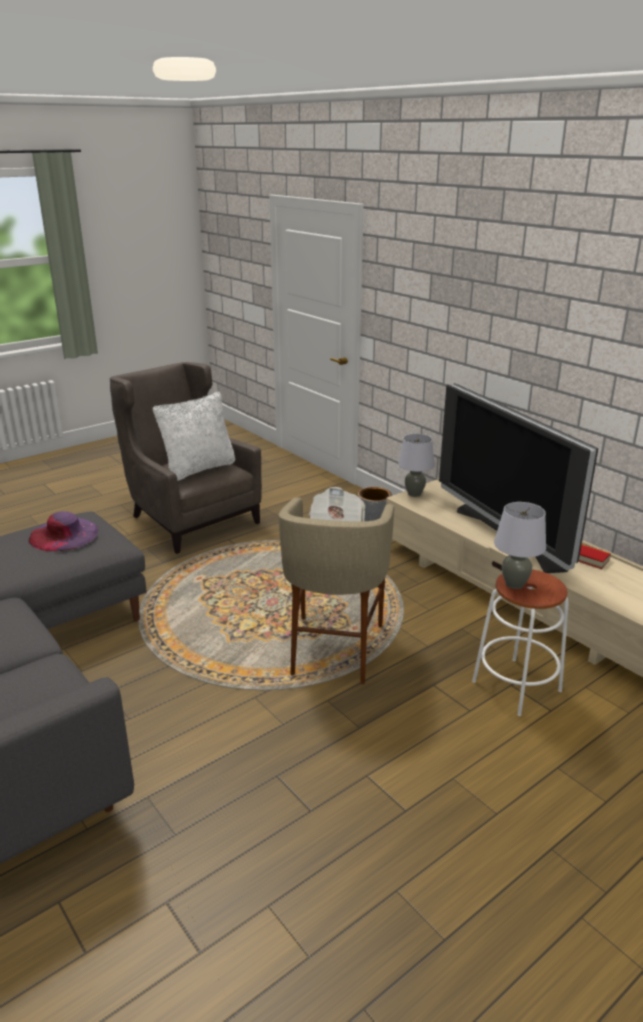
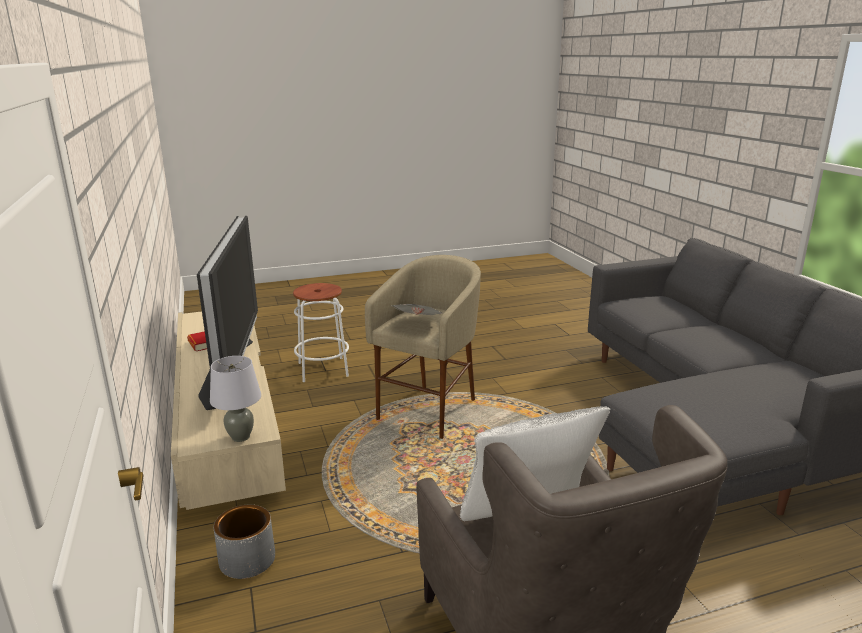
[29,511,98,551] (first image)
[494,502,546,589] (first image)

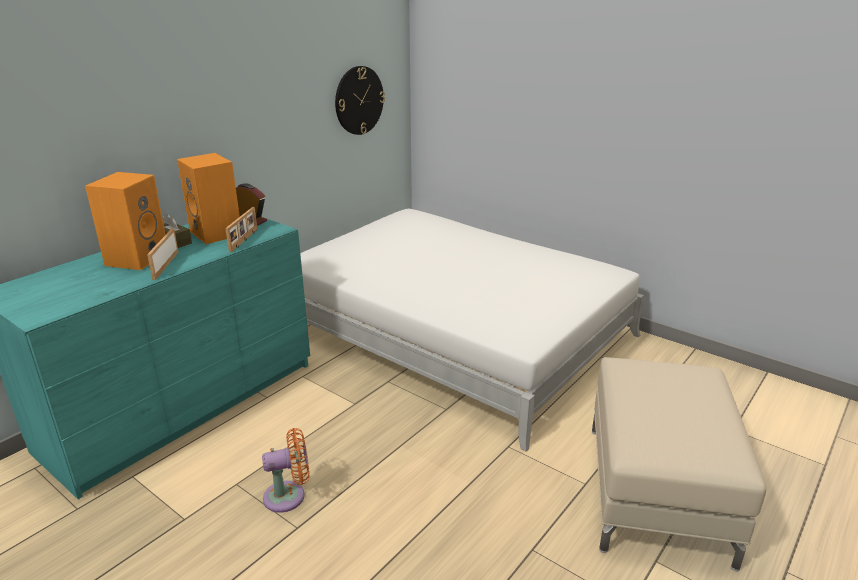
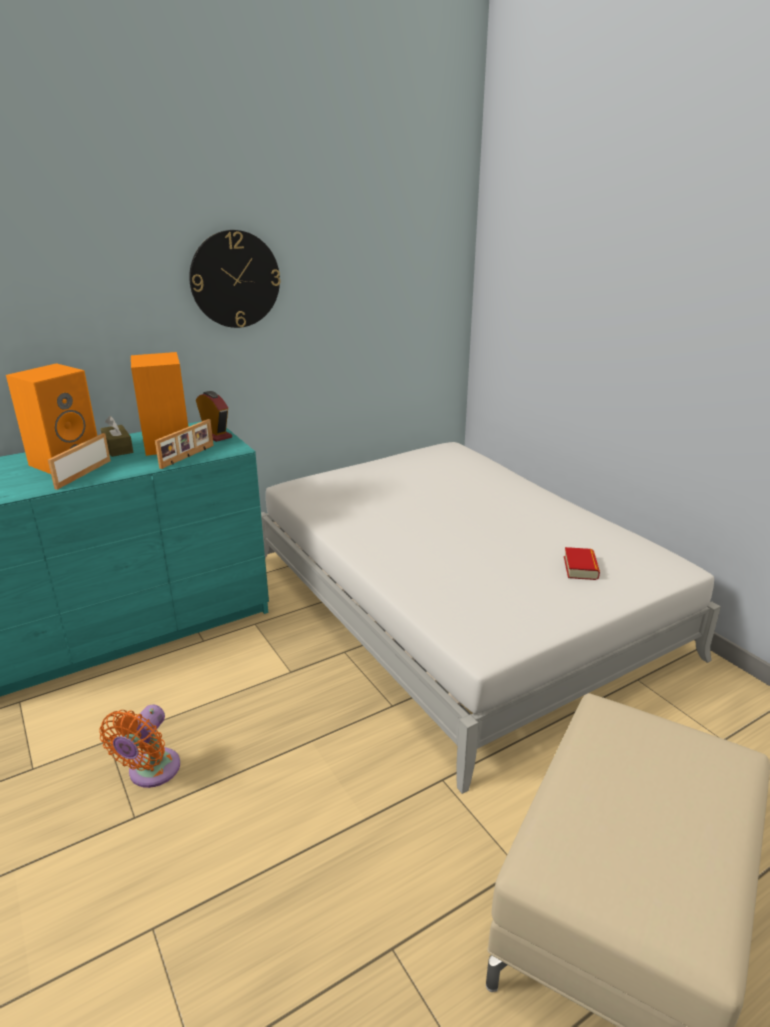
[564,547,600,580]
[189,230,281,328]
[99,704,180,788]

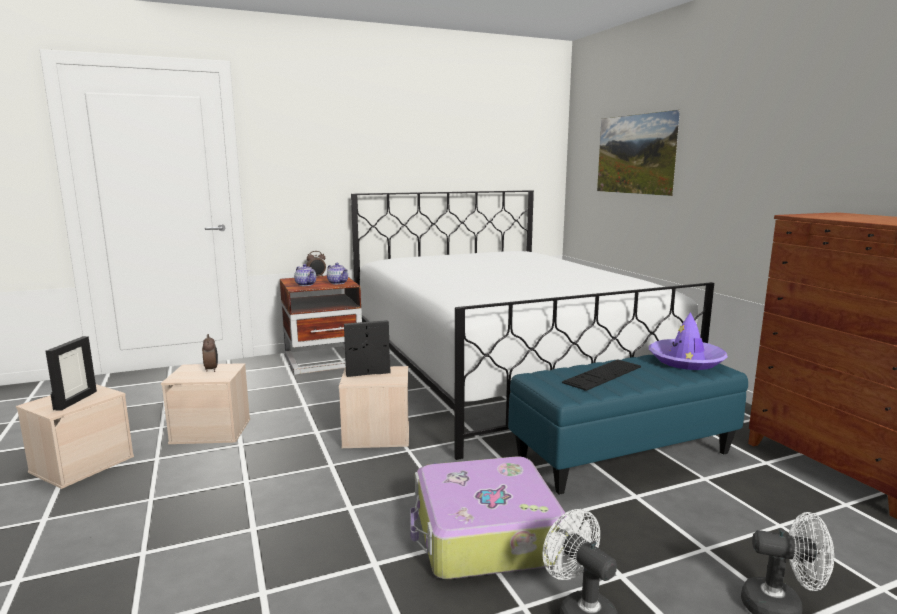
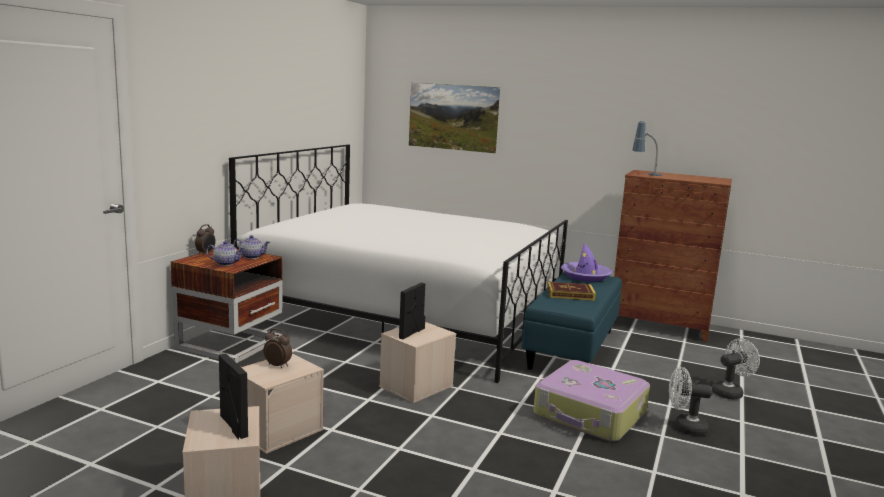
[632,121,662,176]
[547,282,596,301]

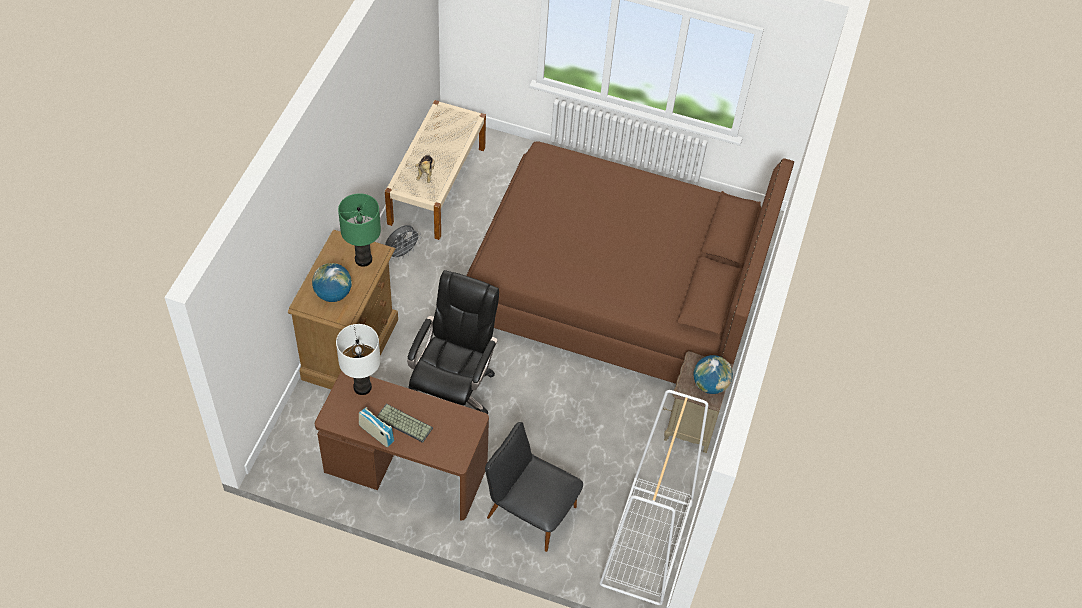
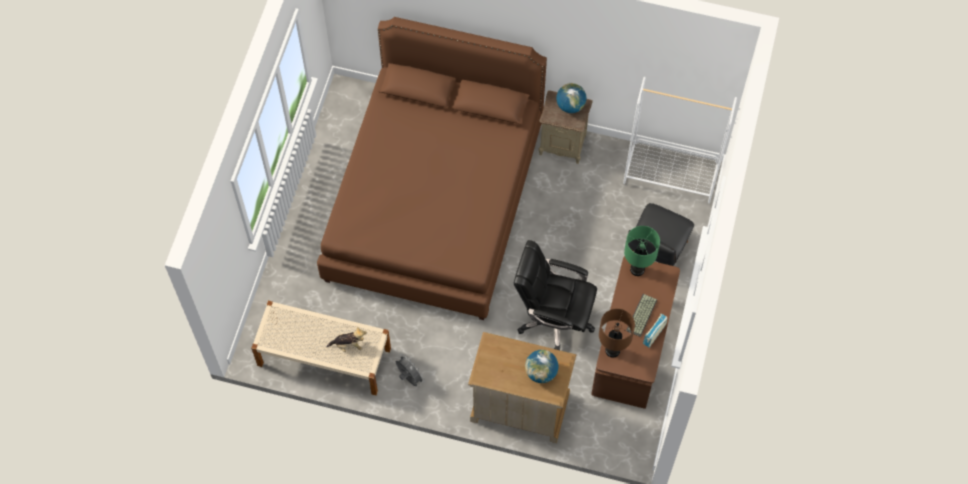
[624,226,660,276]
[599,308,635,358]

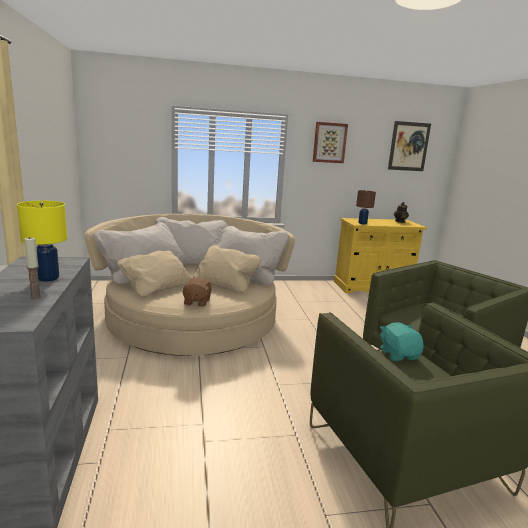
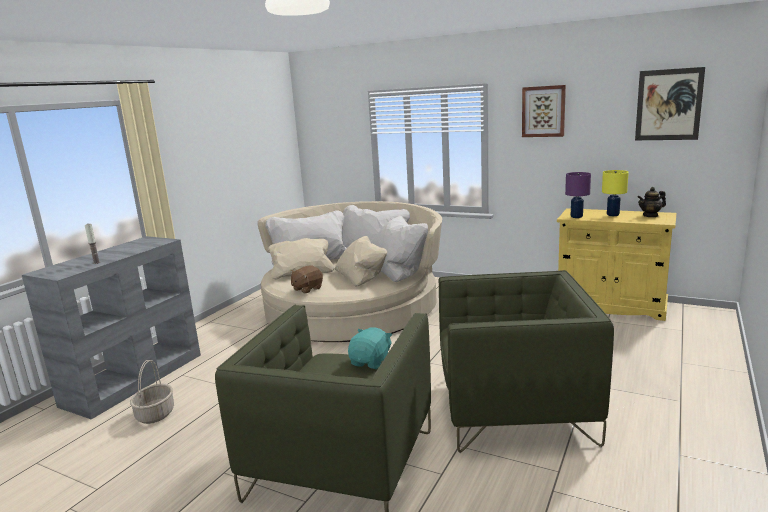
[130,360,174,424]
[602,170,629,216]
[565,172,591,218]

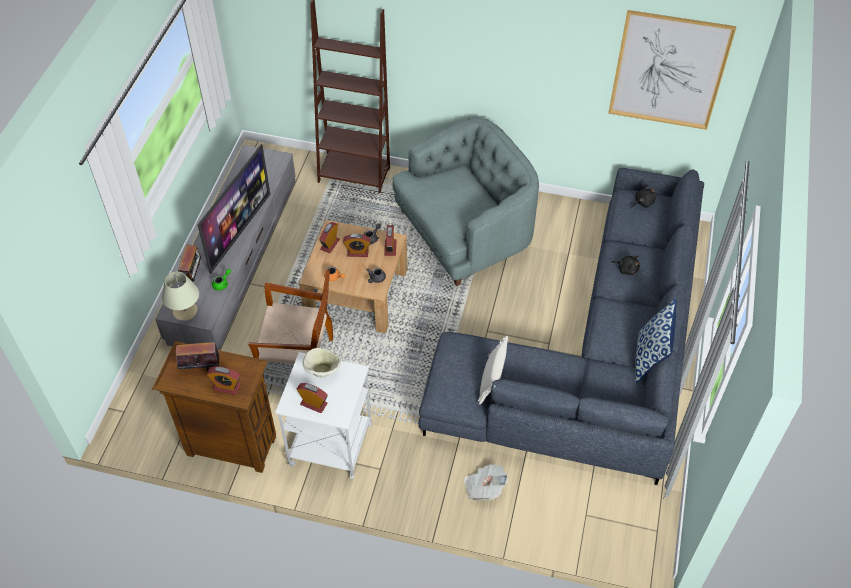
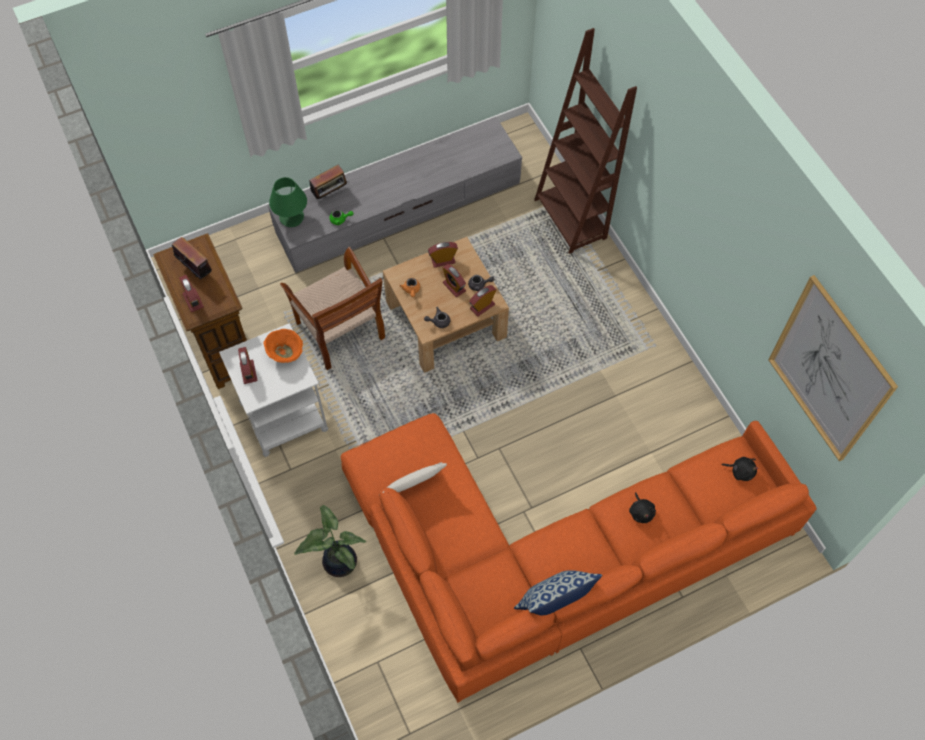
[197,144,270,274] (first image)
[392,118,539,286] (first image)
[294,505,366,577]
[269,177,307,227]
[264,329,303,363]
[341,413,817,703]

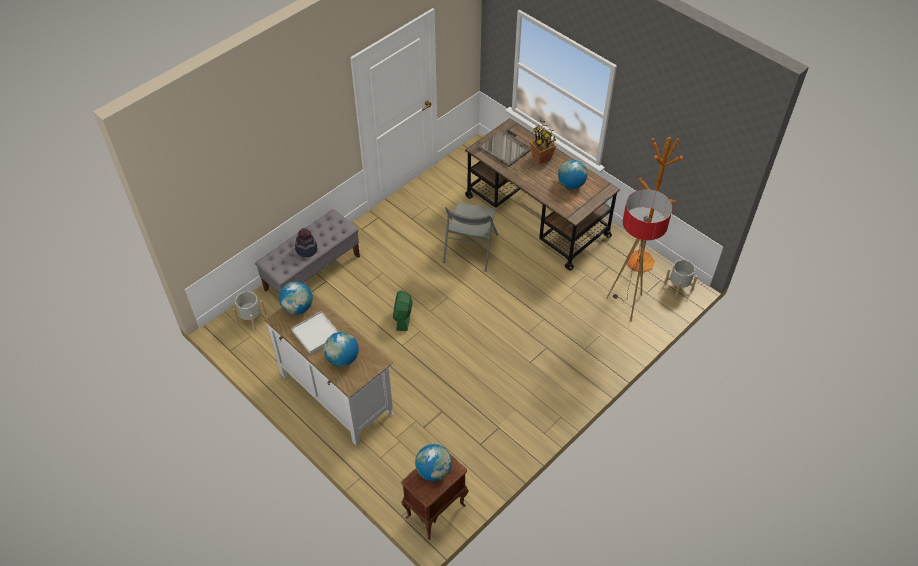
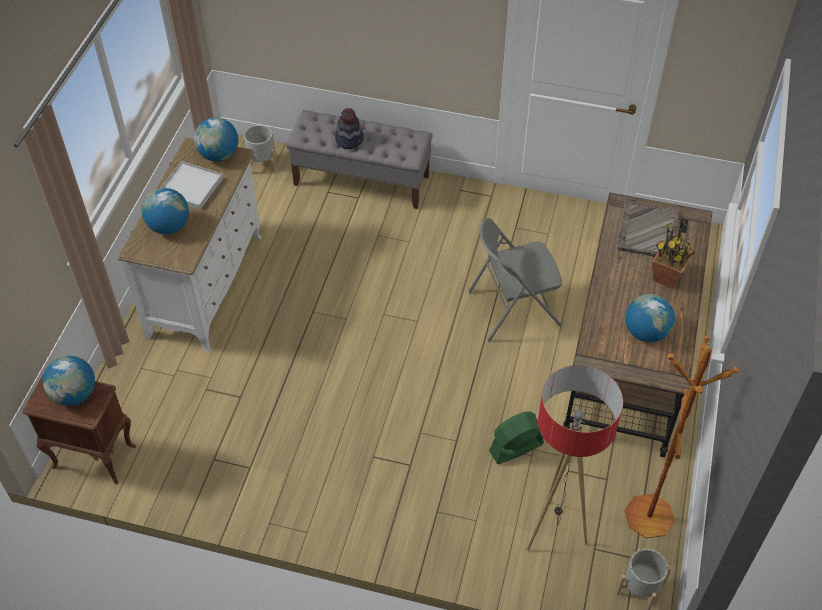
[489,411,544,464]

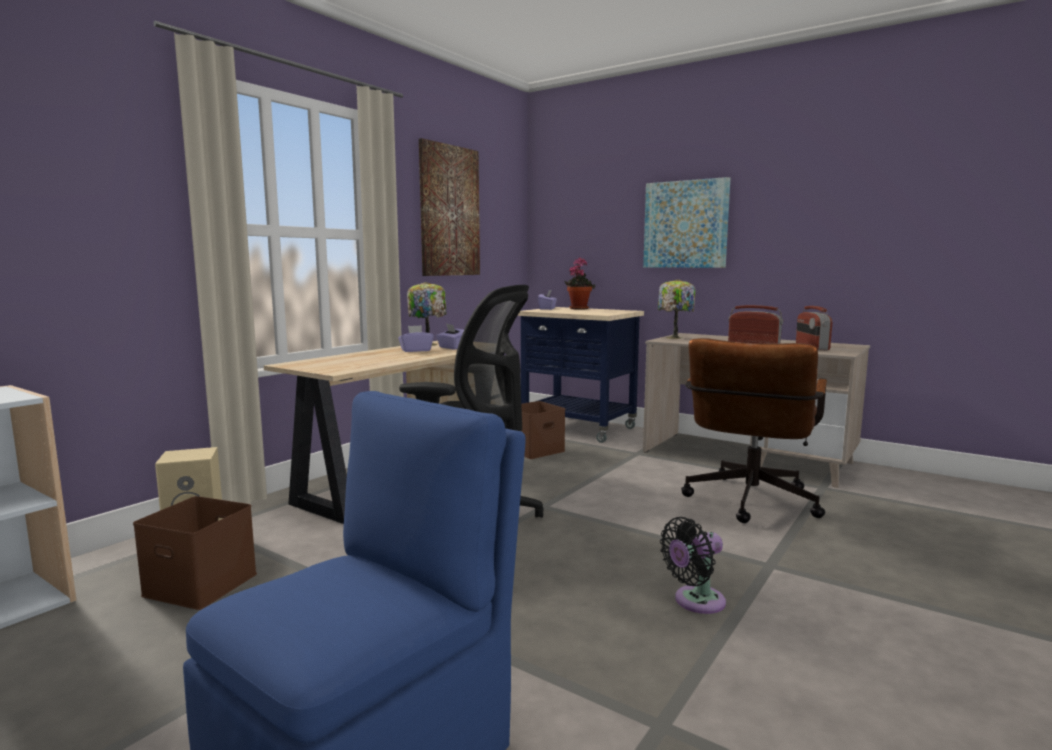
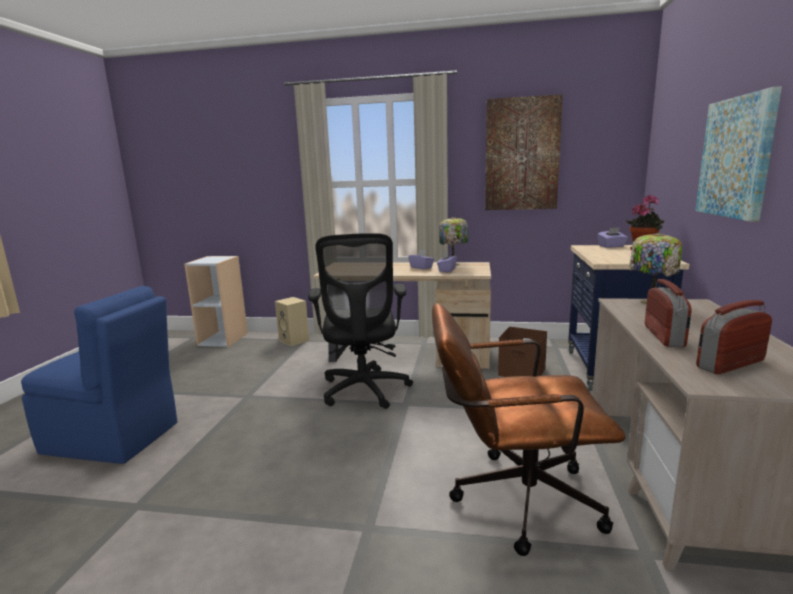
[133,496,257,610] (first image)
[660,517,726,614] (first image)

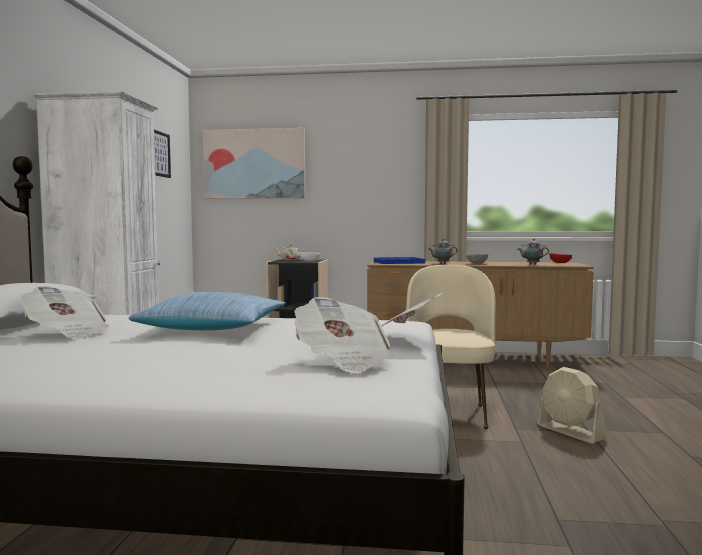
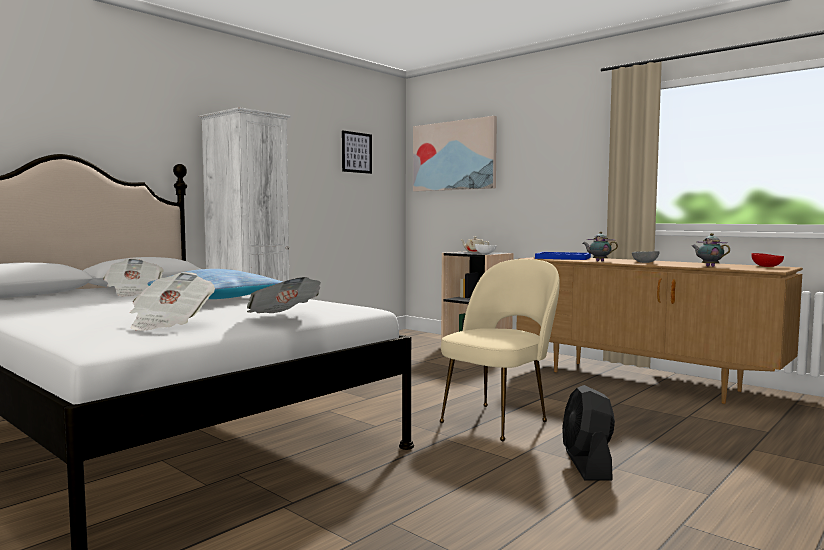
[562,385,615,481]

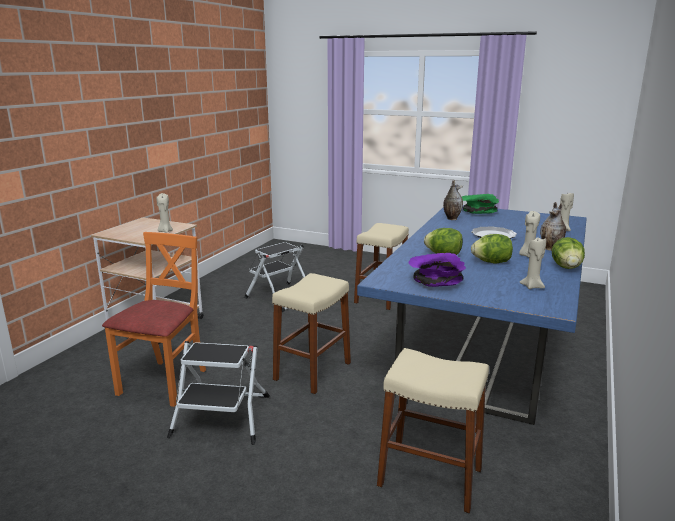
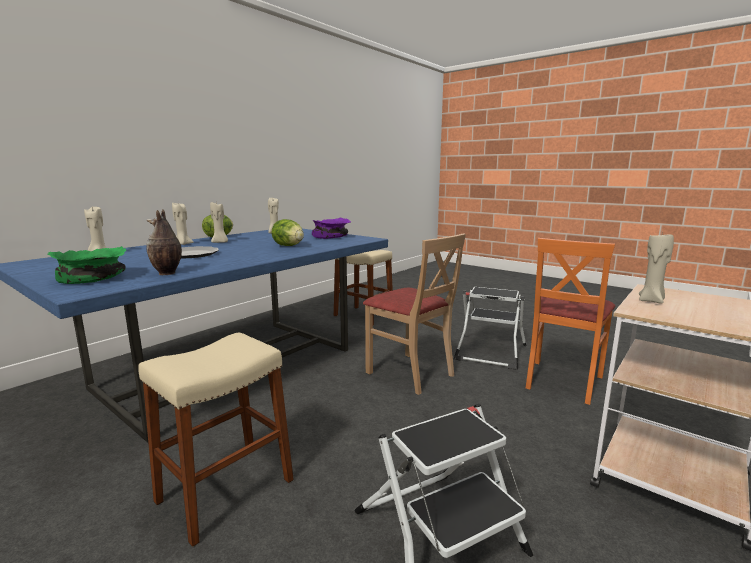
[471,234,513,263] (first image)
[363,233,466,395]
[172,203,194,245]

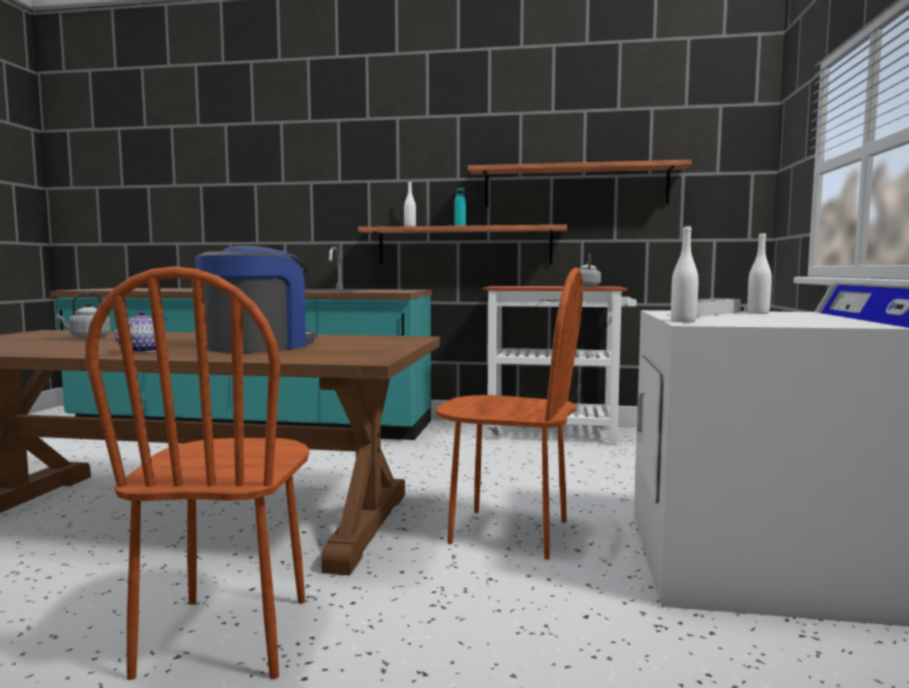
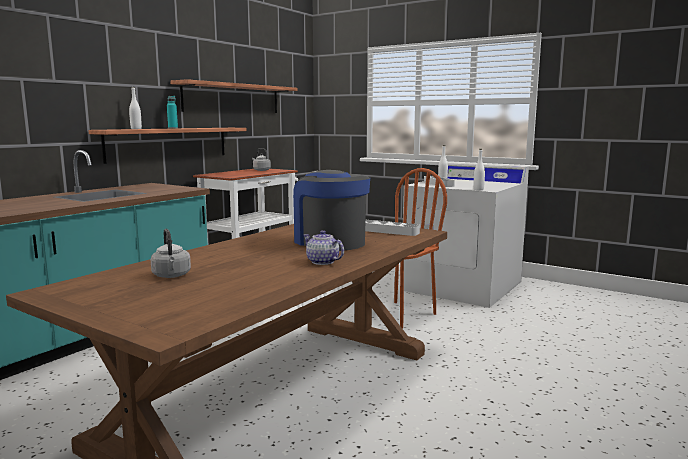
[85,266,309,680] (first image)
[365,220,420,236]

